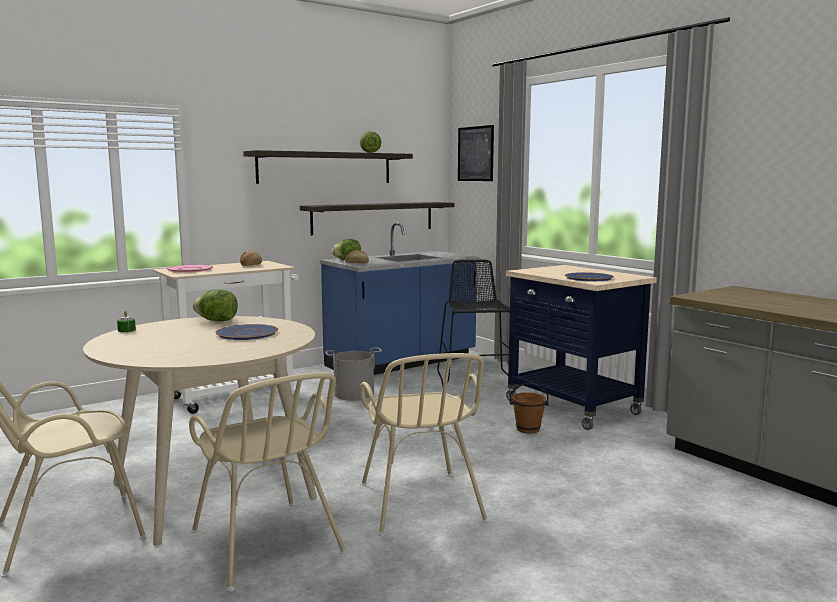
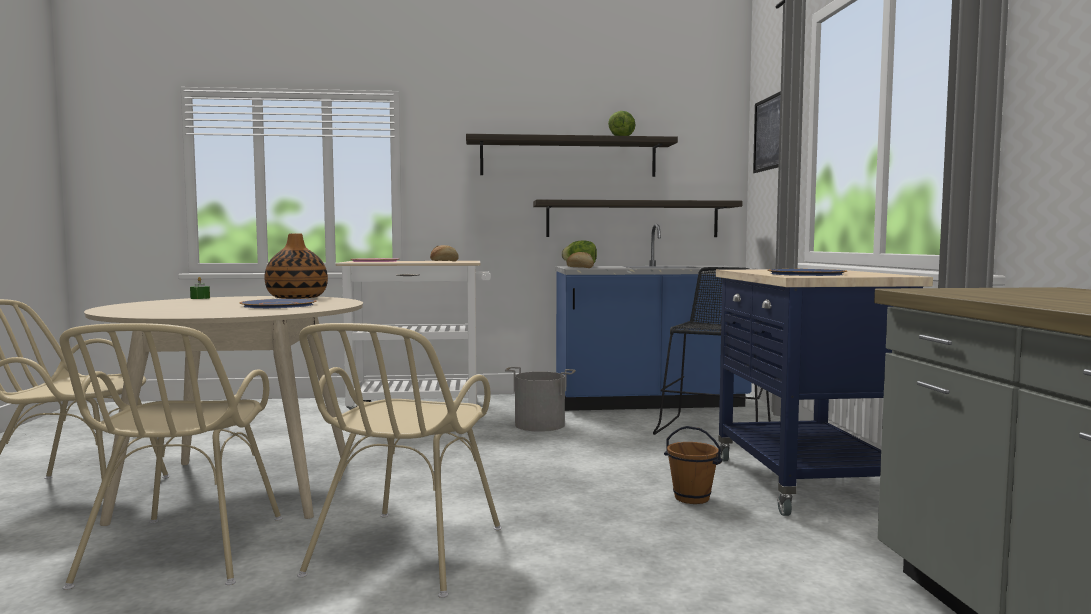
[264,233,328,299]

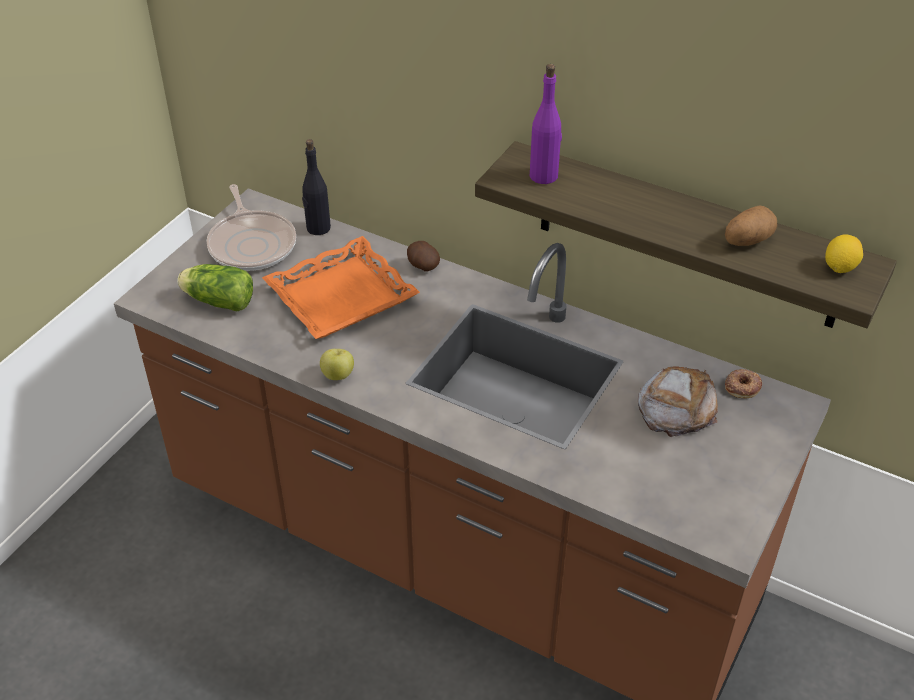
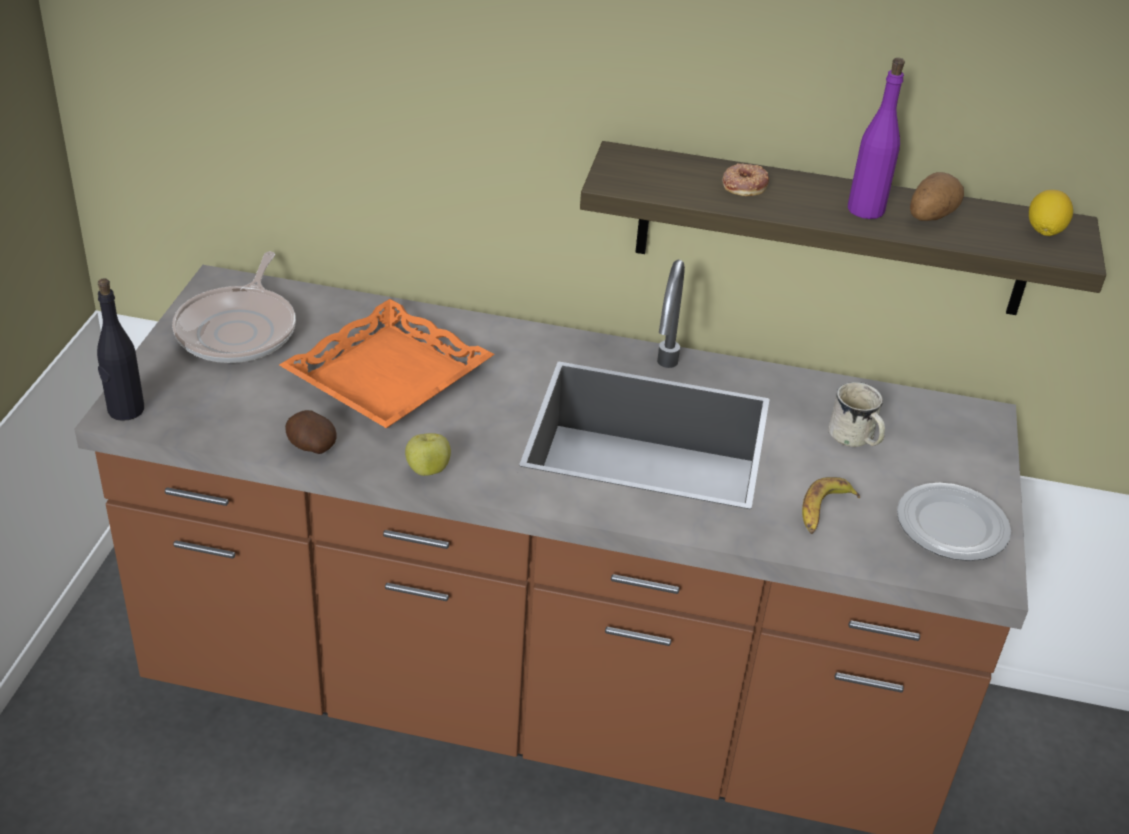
[177,264,253,311] (first image)
[802,477,860,534]
[897,483,1011,561]
[97,278,144,421]
[285,410,337,454]
[848,58,905,219]
[722,163,769,196]
[828,382,885,447]
[172,251,296,363]

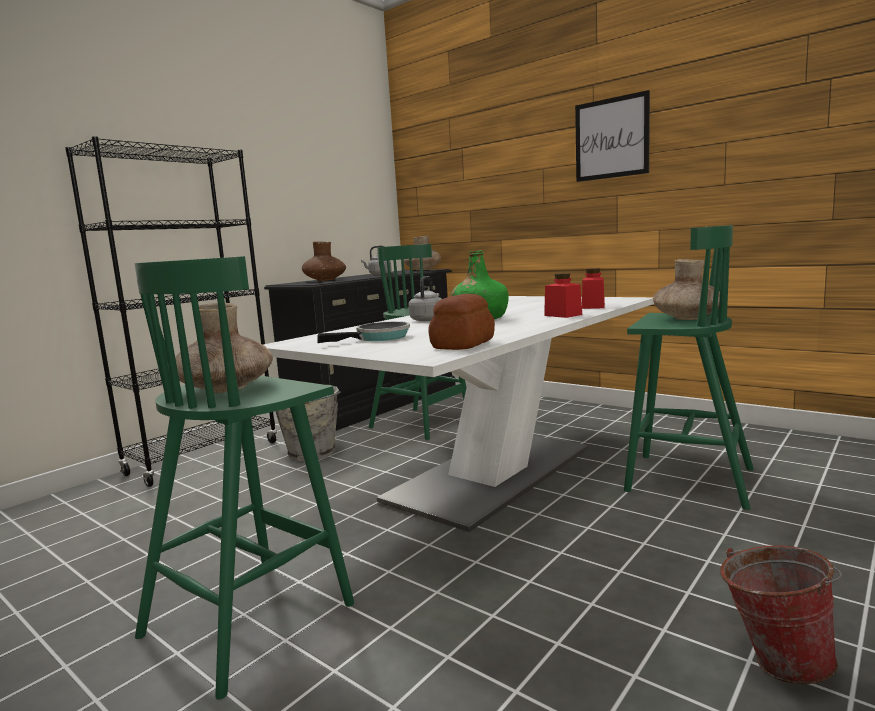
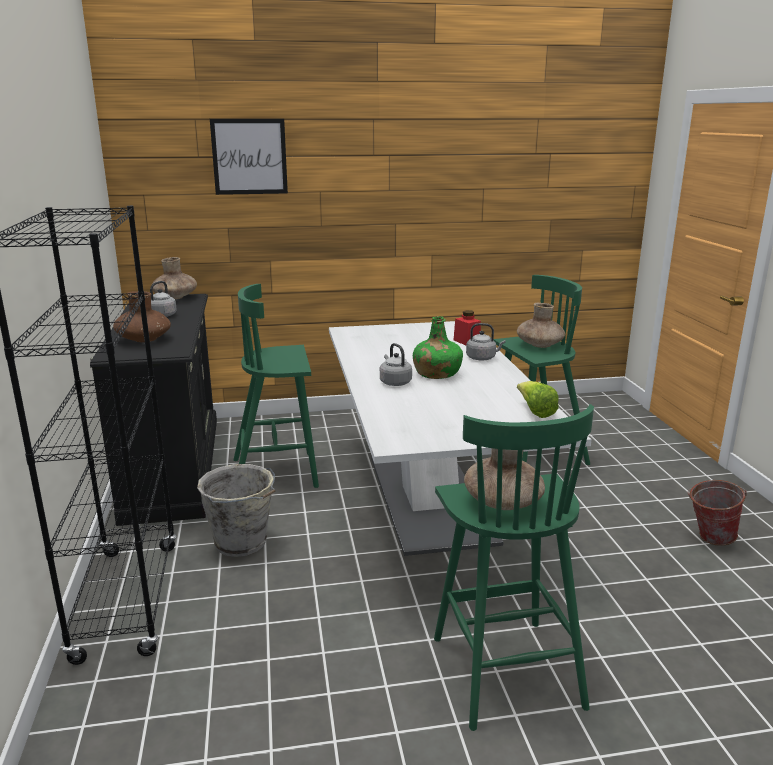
[317,321,410,343] (first image)
[210,119,288,195]
[517,381,559,418]
[466,323,506,361]

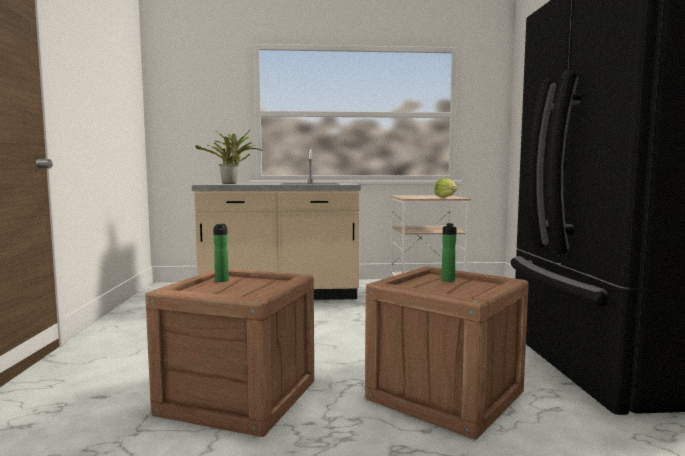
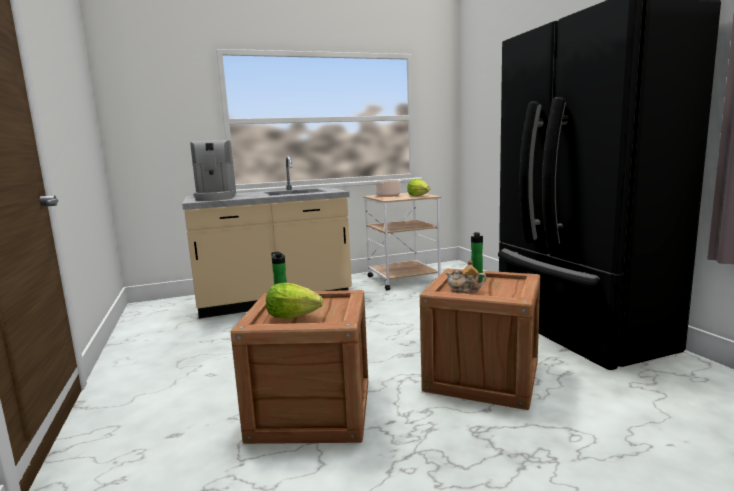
[266,283,323,319]
[373,180,402,197]
[445,260,486,294]
[190,140,236,201]

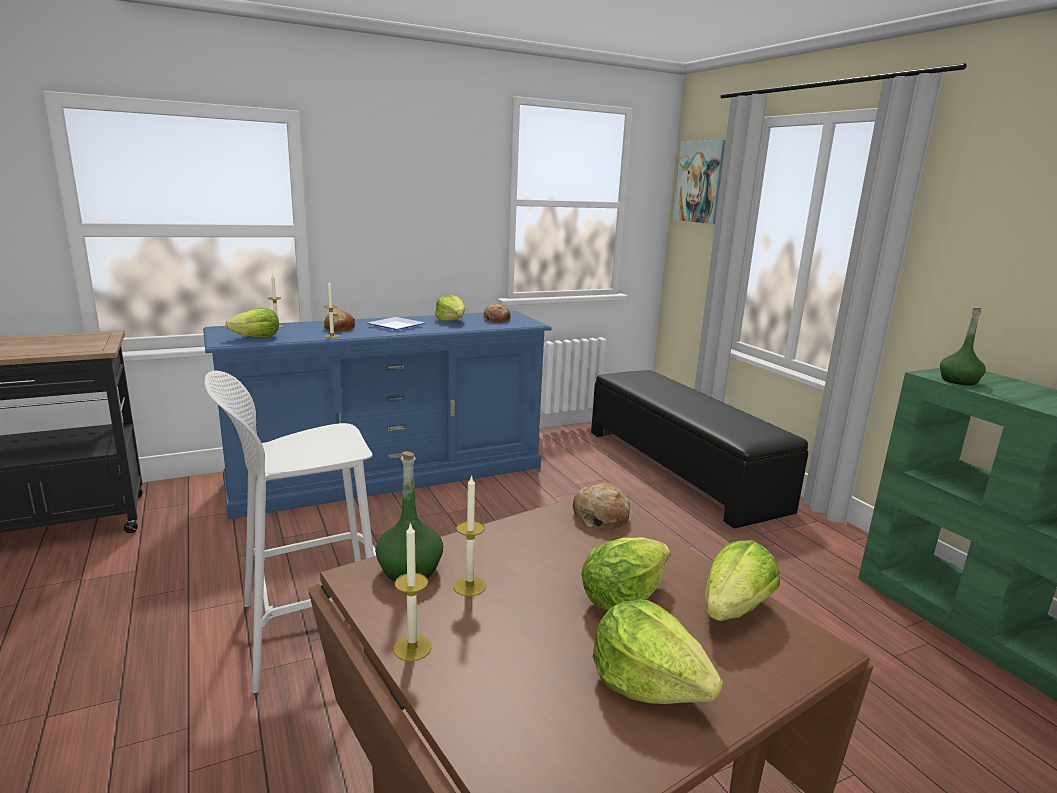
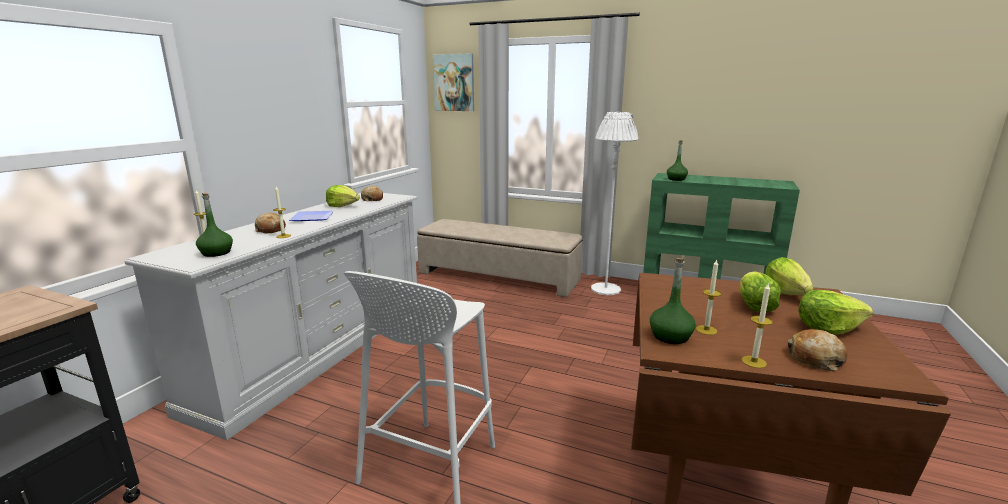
[591,112,638,295]
[788,329,848,371]
[196,193,233,257]
[125,193,418,440]
[417,219,583,297]

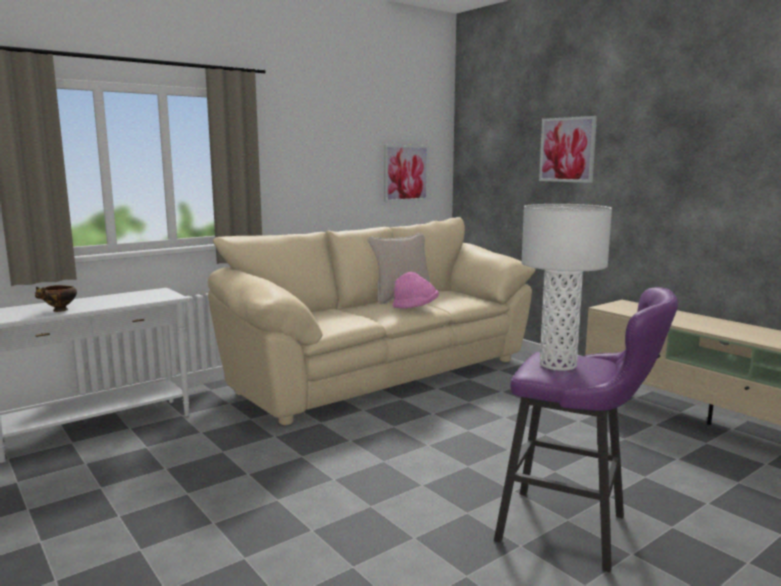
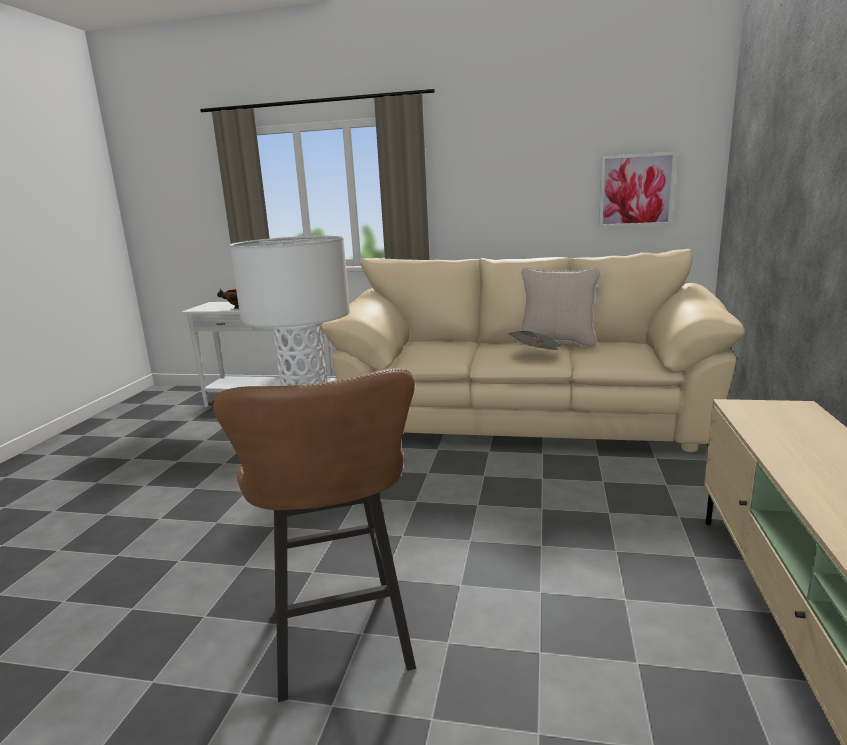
[539,116,597,183] (first image)
[508,331,560,350]
[214,368,416,702]

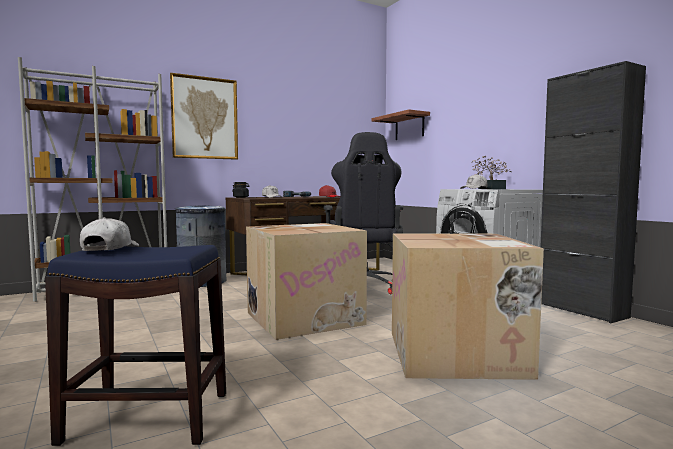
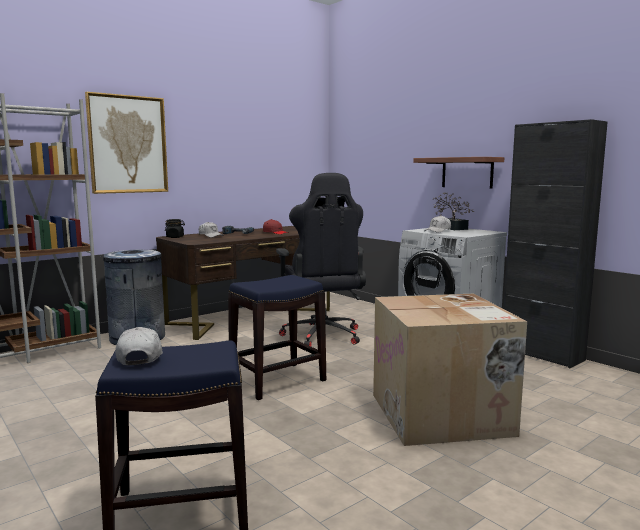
[413,157,504,189]
[228,275,326,400]

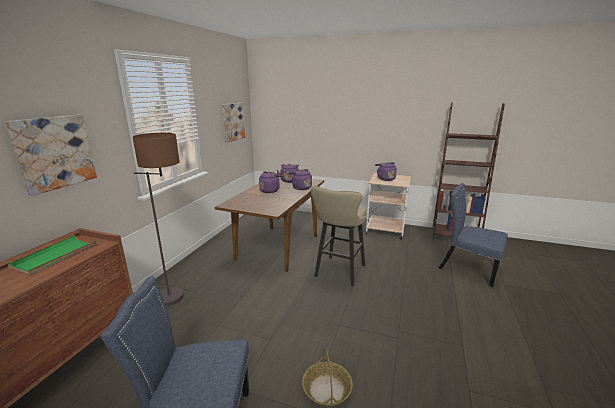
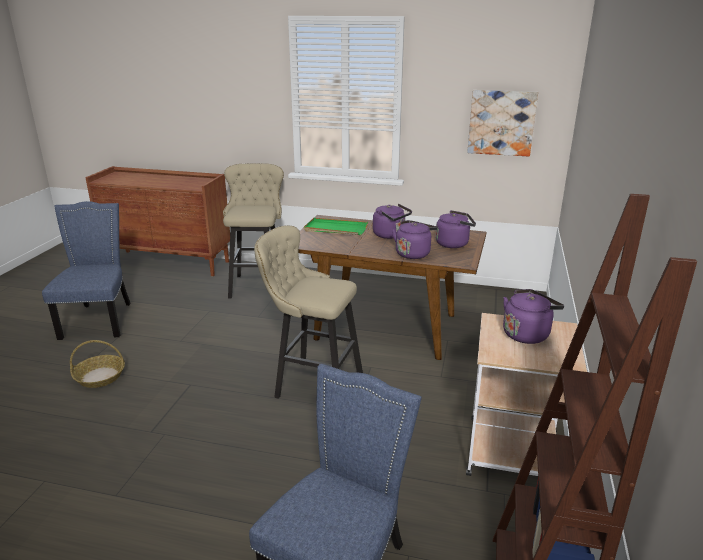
[6,115,97,196] (first image)
[304,218,368,235]
[223,163,284,298]

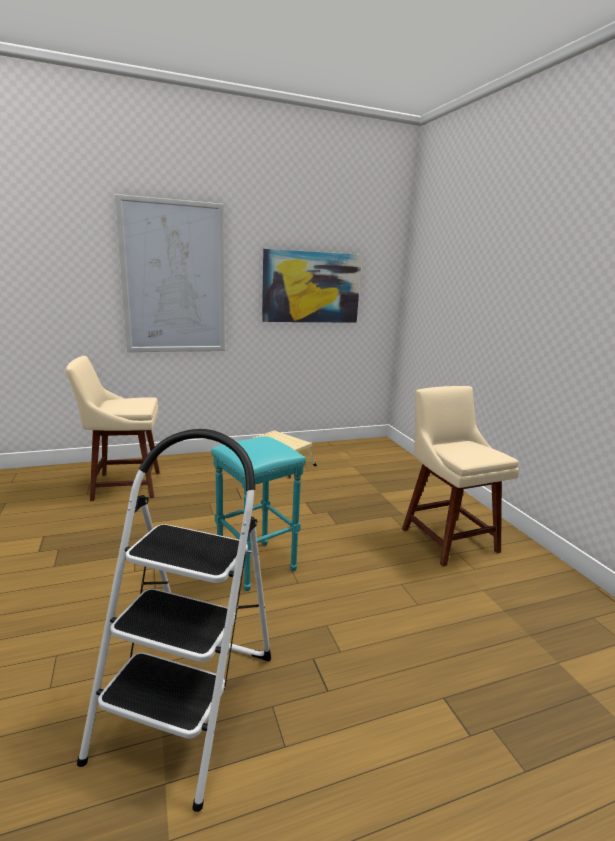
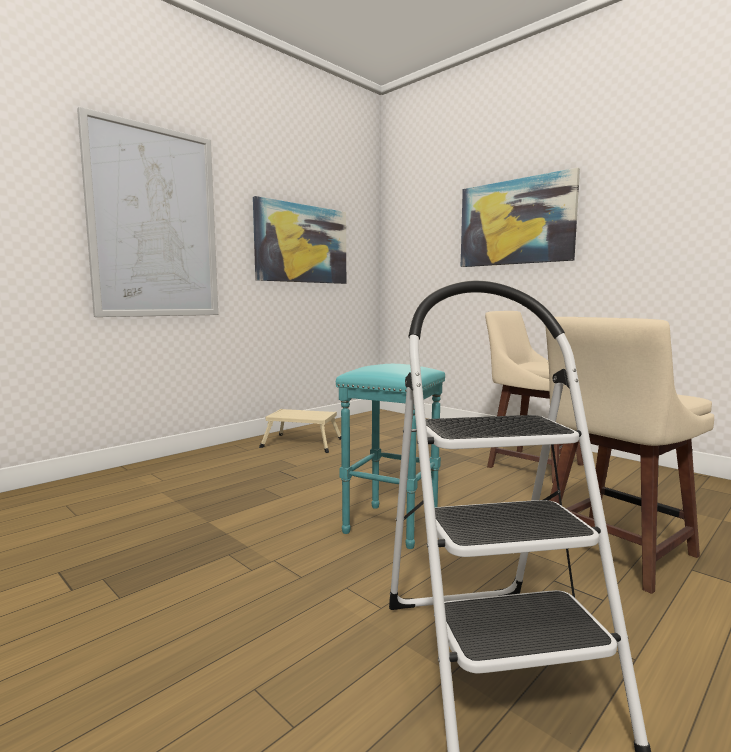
[461,168,580,267]
[546,317,714,594]

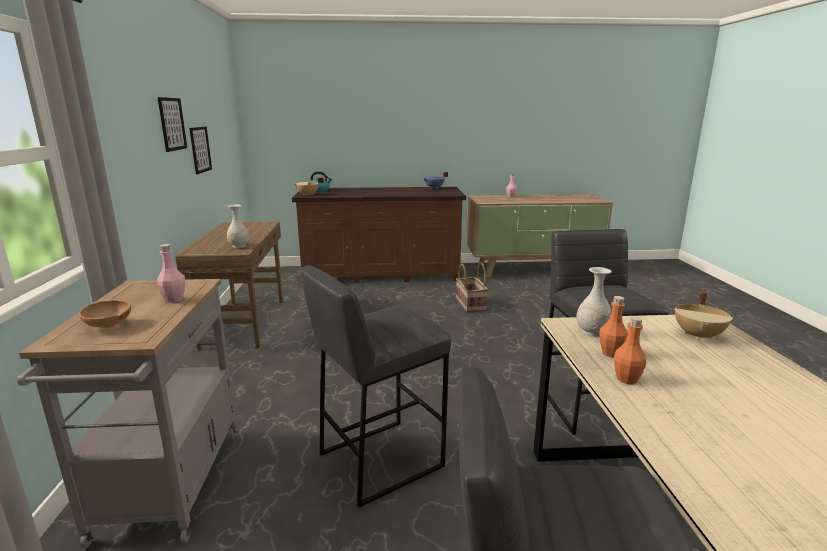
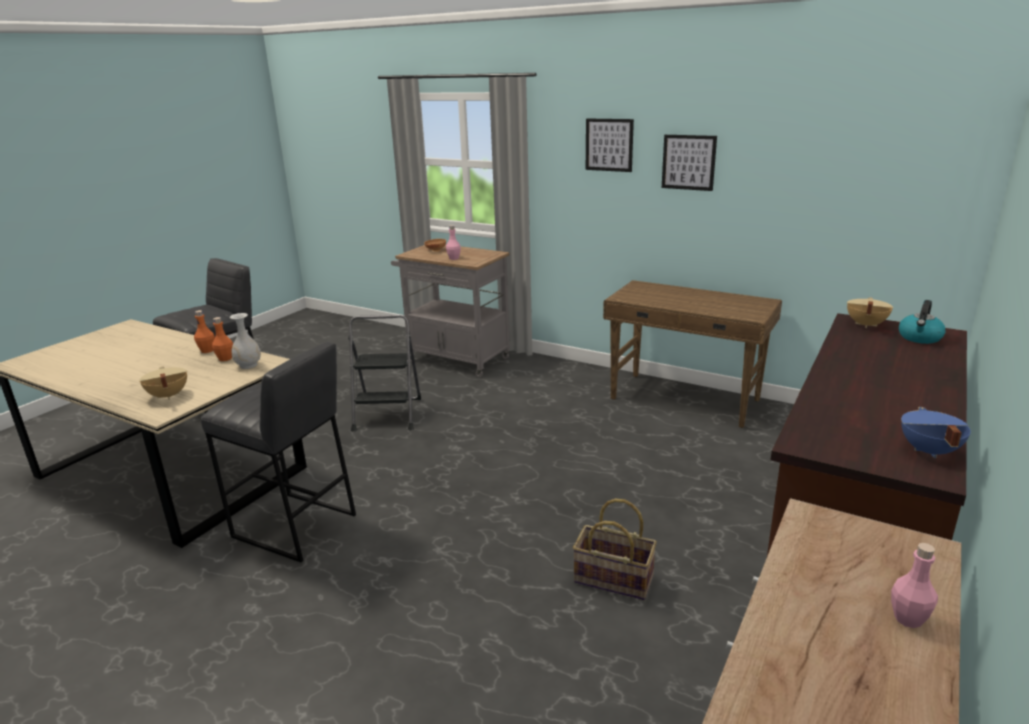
[227,205,249,248] (first image)
[586,119,634,172]
[348,315,421,431]

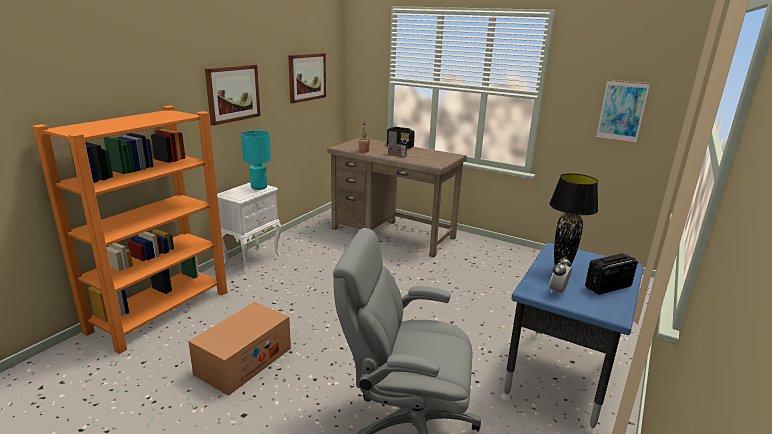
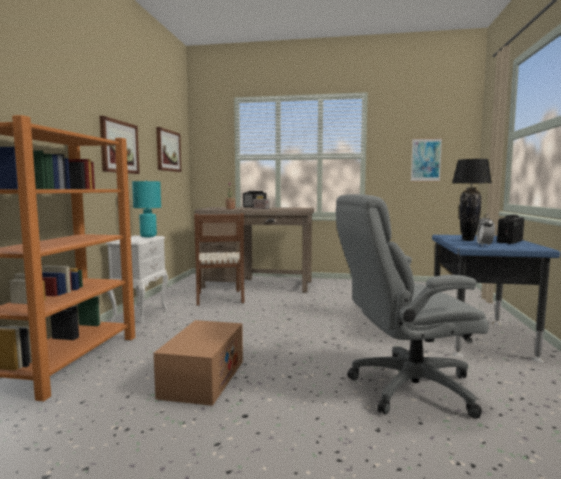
[194,213,245,306]

